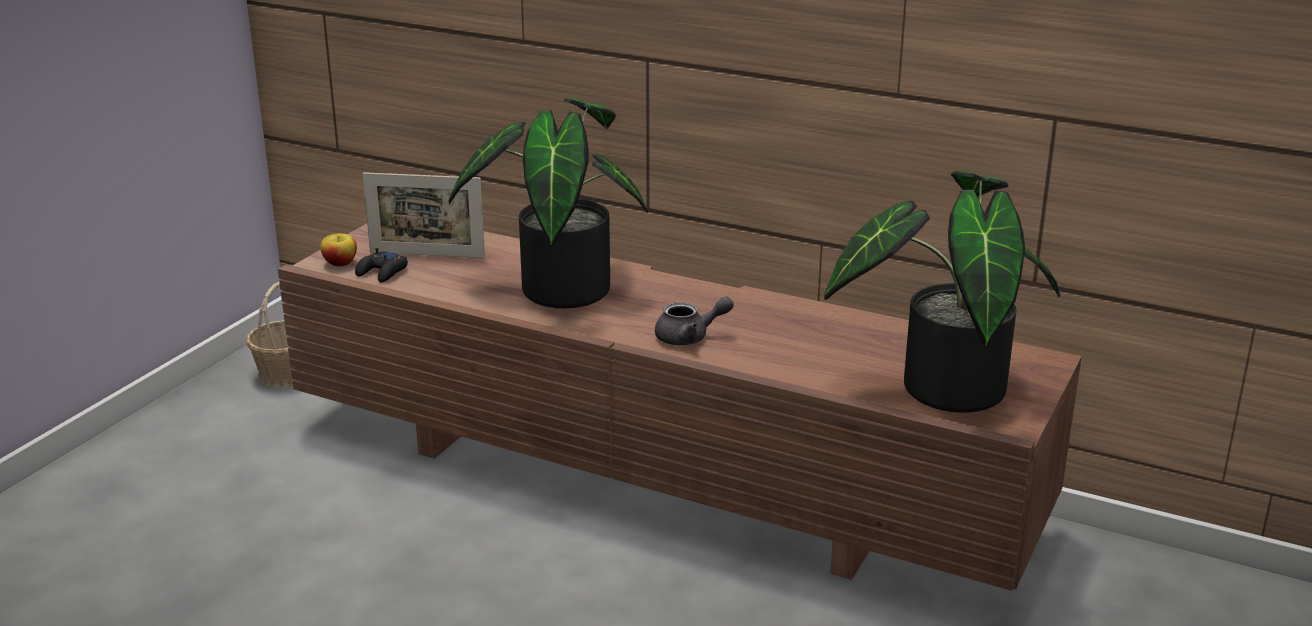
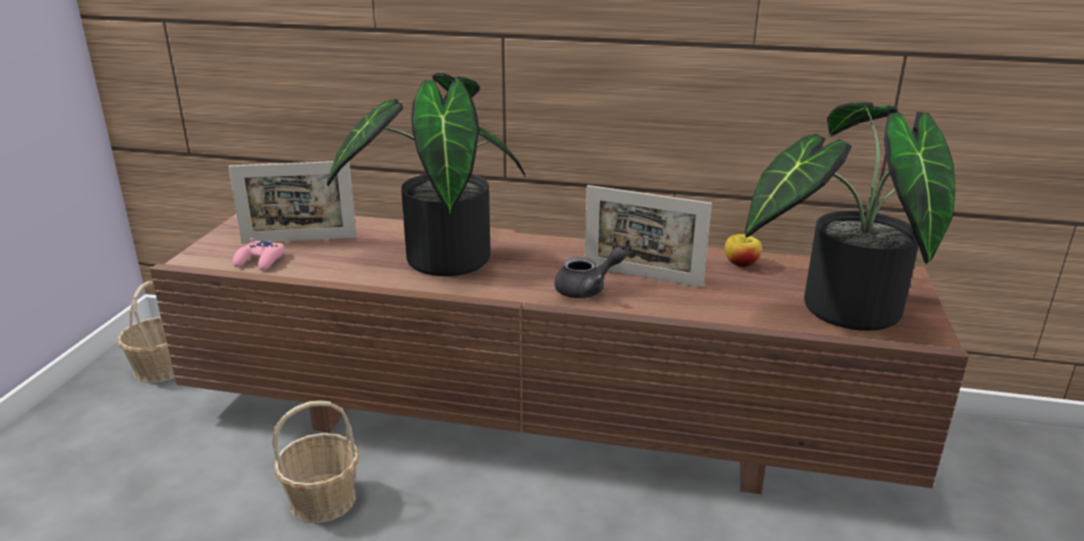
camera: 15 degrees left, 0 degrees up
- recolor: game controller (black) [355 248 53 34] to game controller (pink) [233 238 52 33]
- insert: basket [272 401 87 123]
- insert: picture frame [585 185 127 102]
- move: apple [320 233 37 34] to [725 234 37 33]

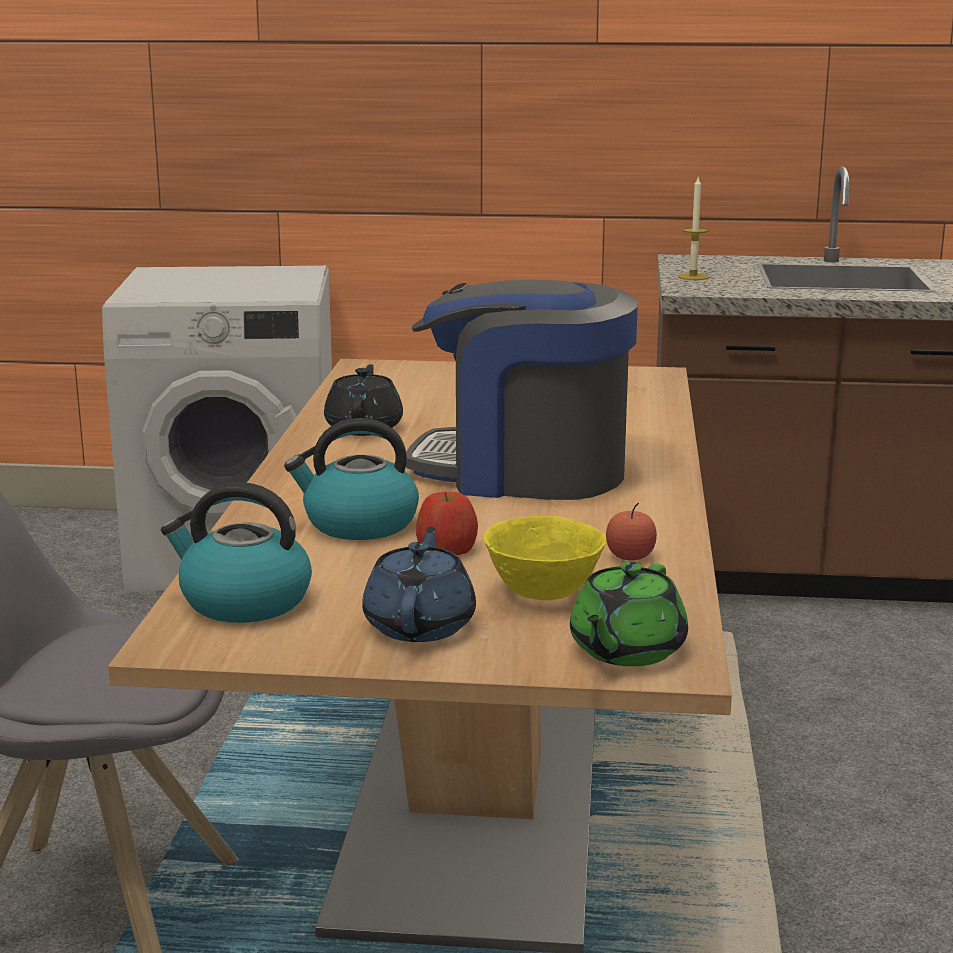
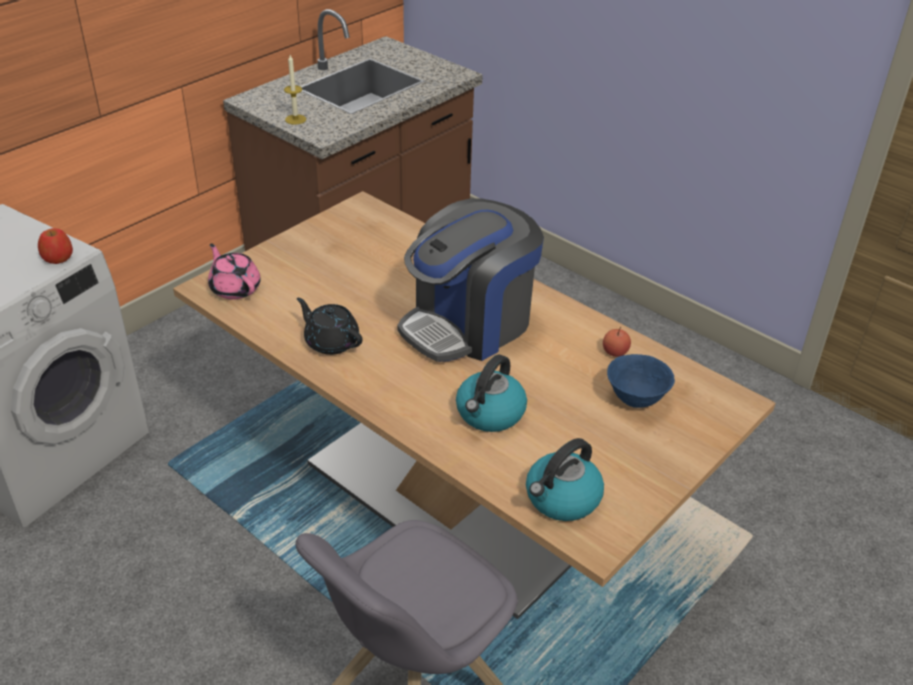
camera: 55 degrees left, 20 degrees up
- move: apple [416 492 62 63] to [38 228 35 36]
- insert: teapot (pink) [208 243 53 57]
- recolor: bowl (yellow) [483 516 123 84] to bowl (blue) [607 354 68 54]
- delete: teapot (blue) [362 527 114 115]
- delete: teapot (green) [570 562 118 104]

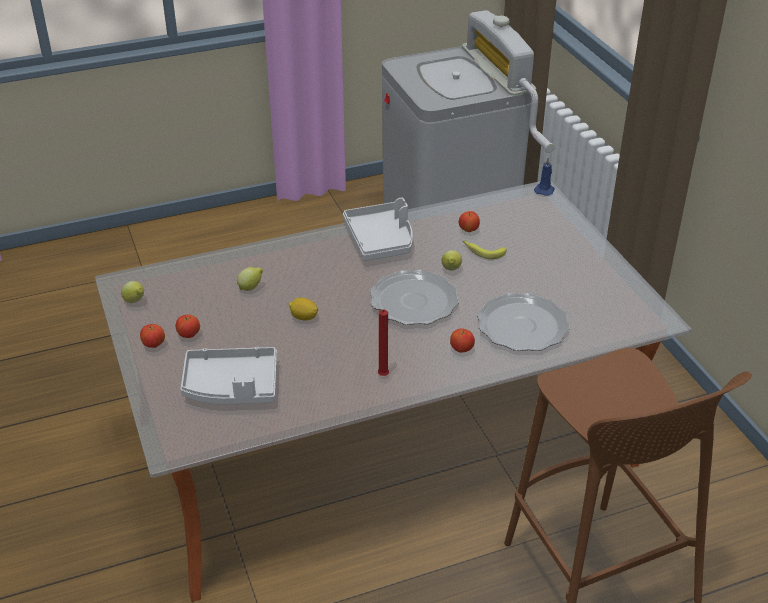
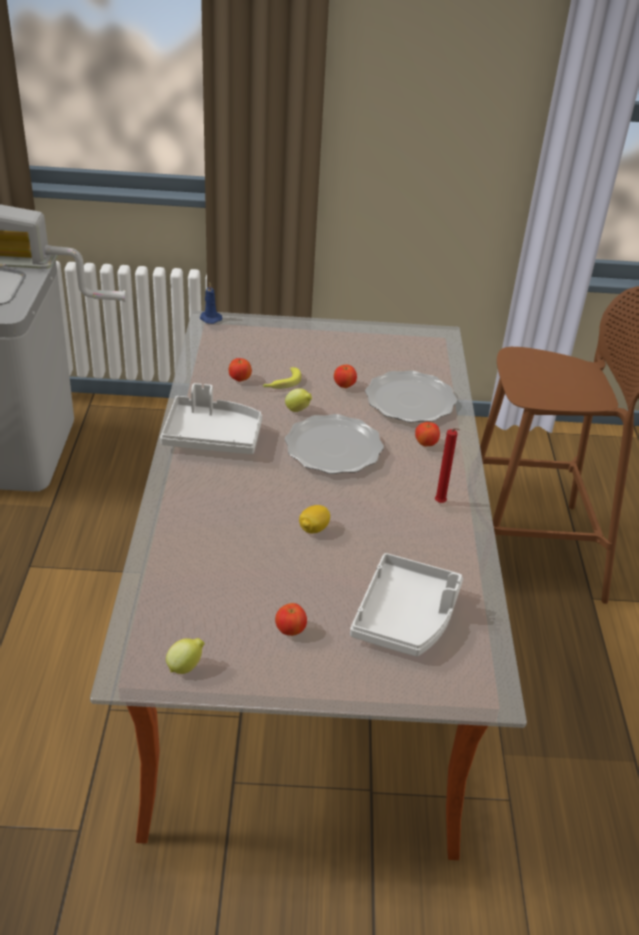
camera: 70 degrees left, 0 degrees up
- move: apple [140 324 25 24] to [334 365 23 23]
- delete: lemon [237 267 26 24]

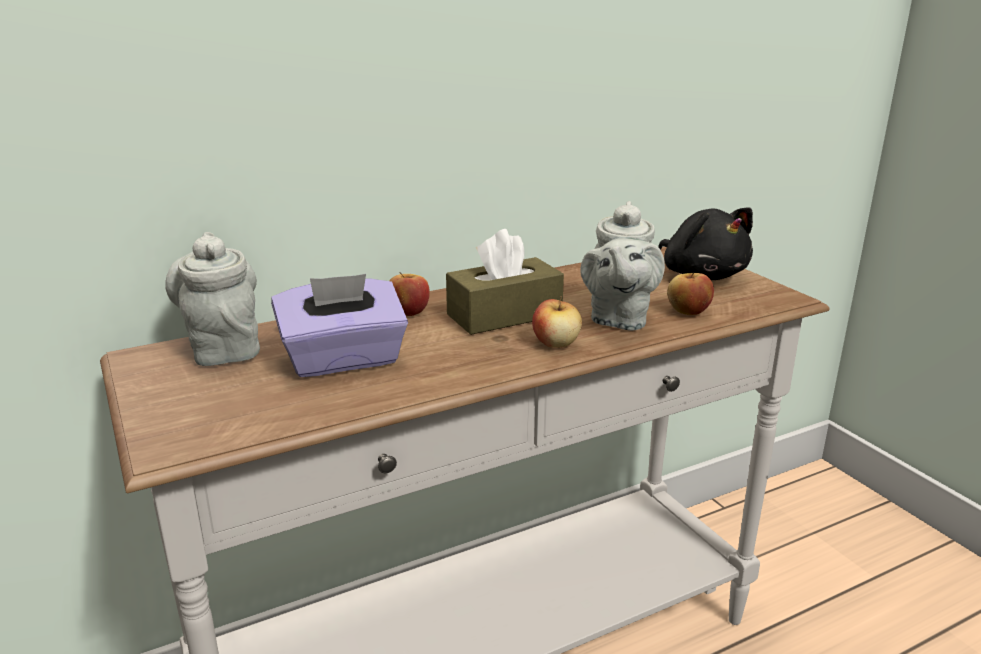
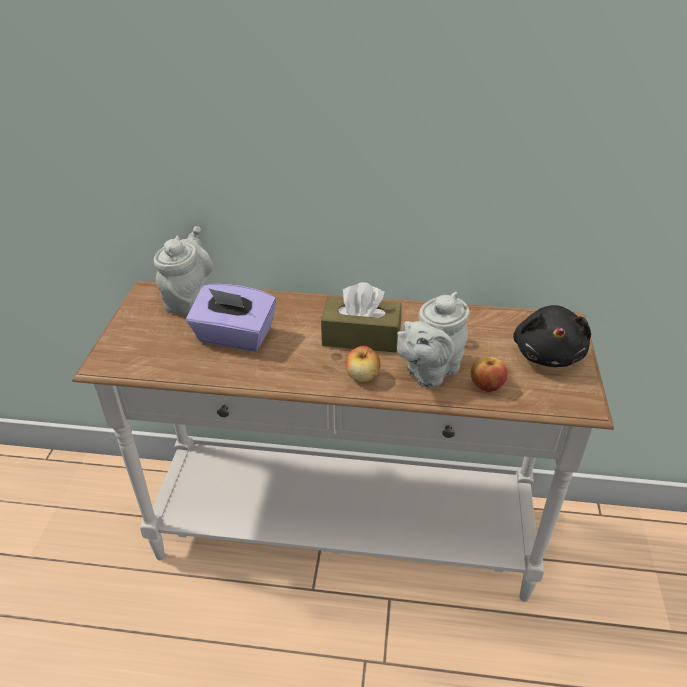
camera: 35 degrees right, 15 degrees up
- delete: apple [389 272 41 44]

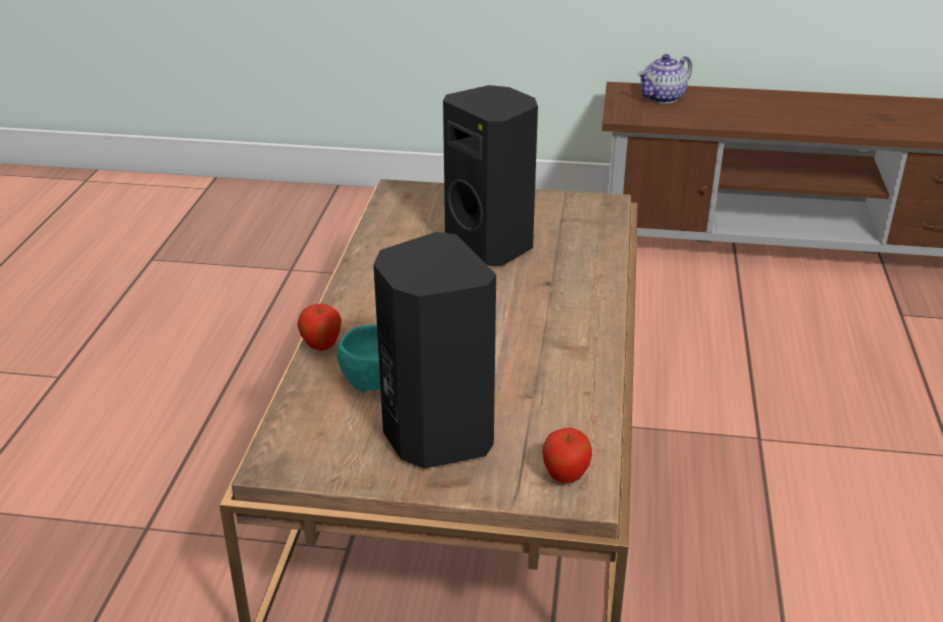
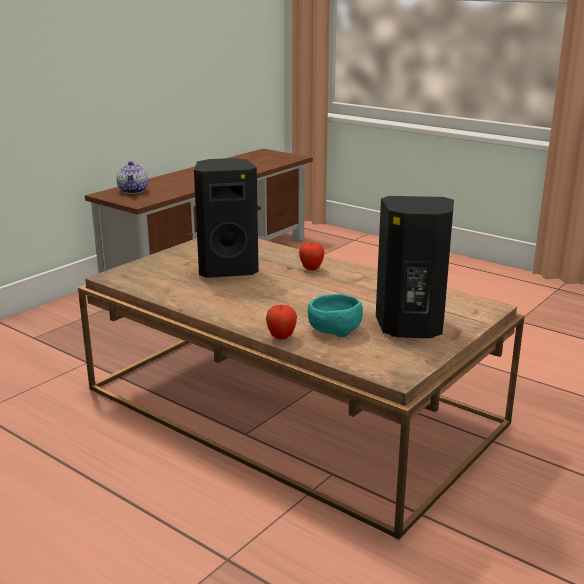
camera: 60 degrees left, 10 degrees down
- move: apple [542 428 50 56] to [299 242 26 29]

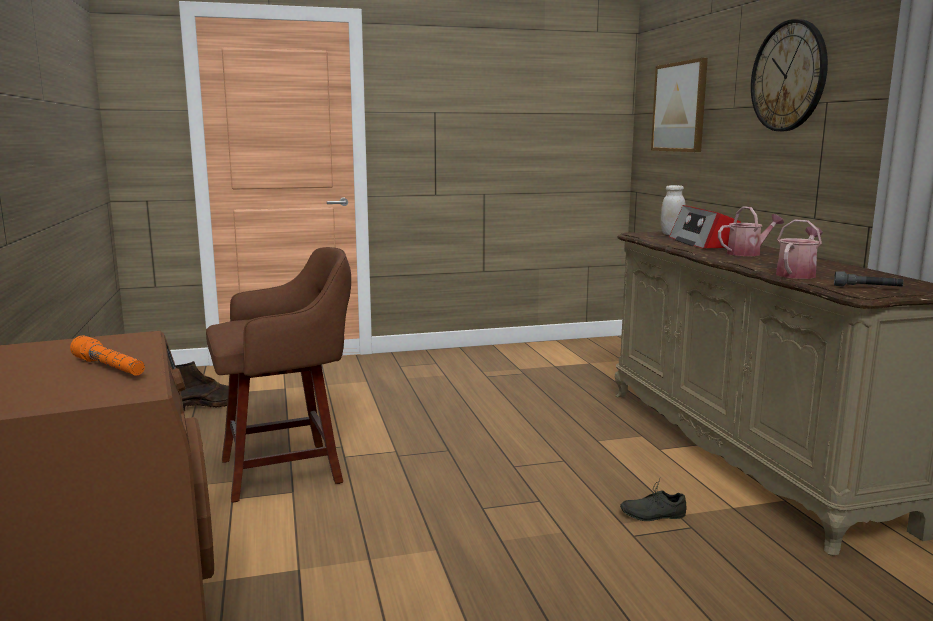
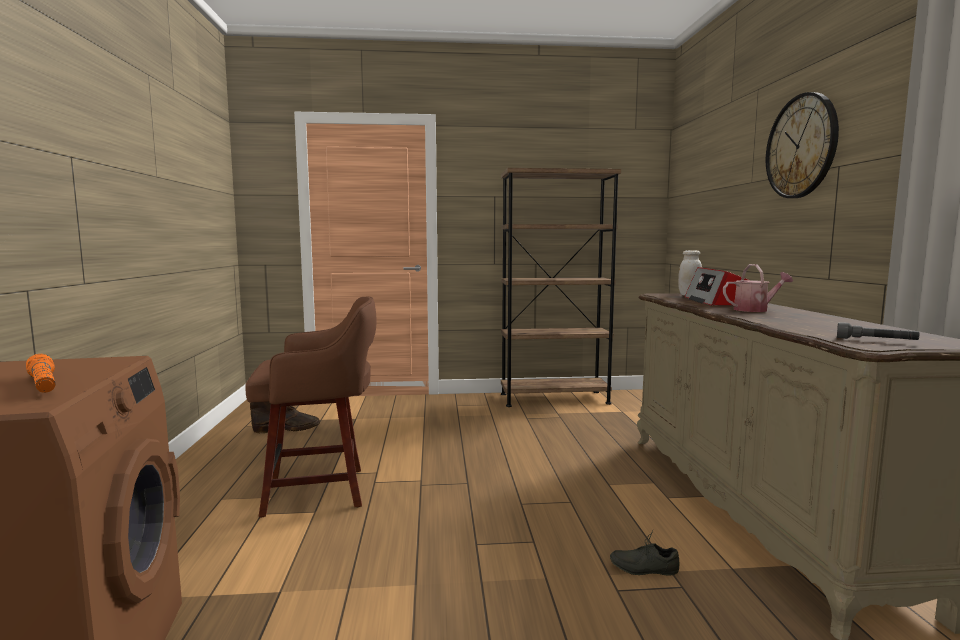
camera: 10 degrees right, 5 degrees down
- insert: bookcase (brown) [501 168 120 239]
- delete: picture [651 58 57 94]
- delete: watering can [776 219 47 60]

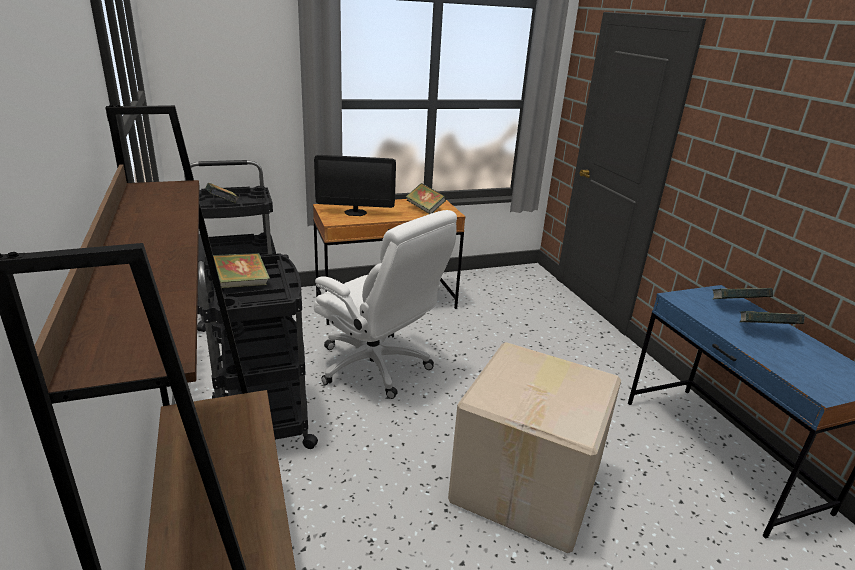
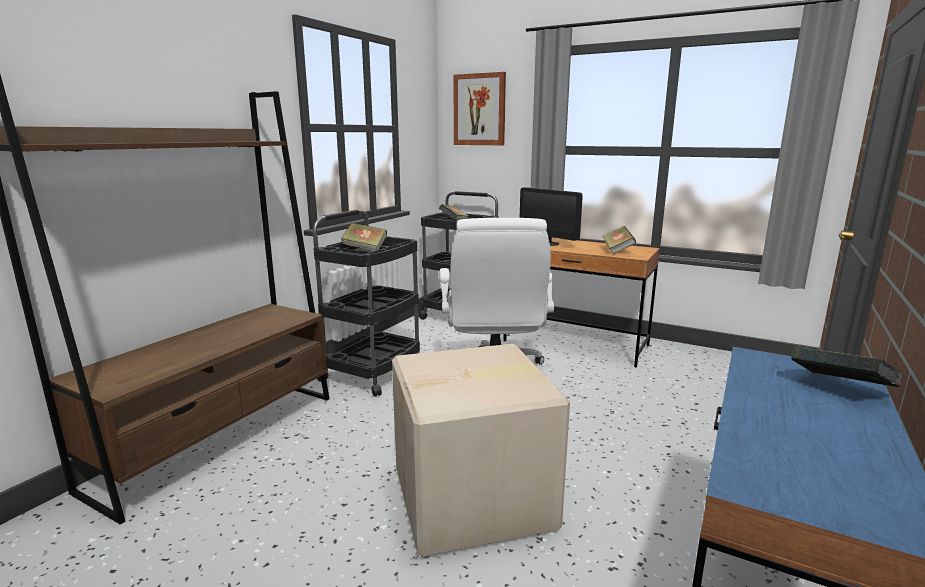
camera: 50 degrees right, 10 degrees down
- insert: picture [453 72 53 73]
- delete: book [740 311 65 13]

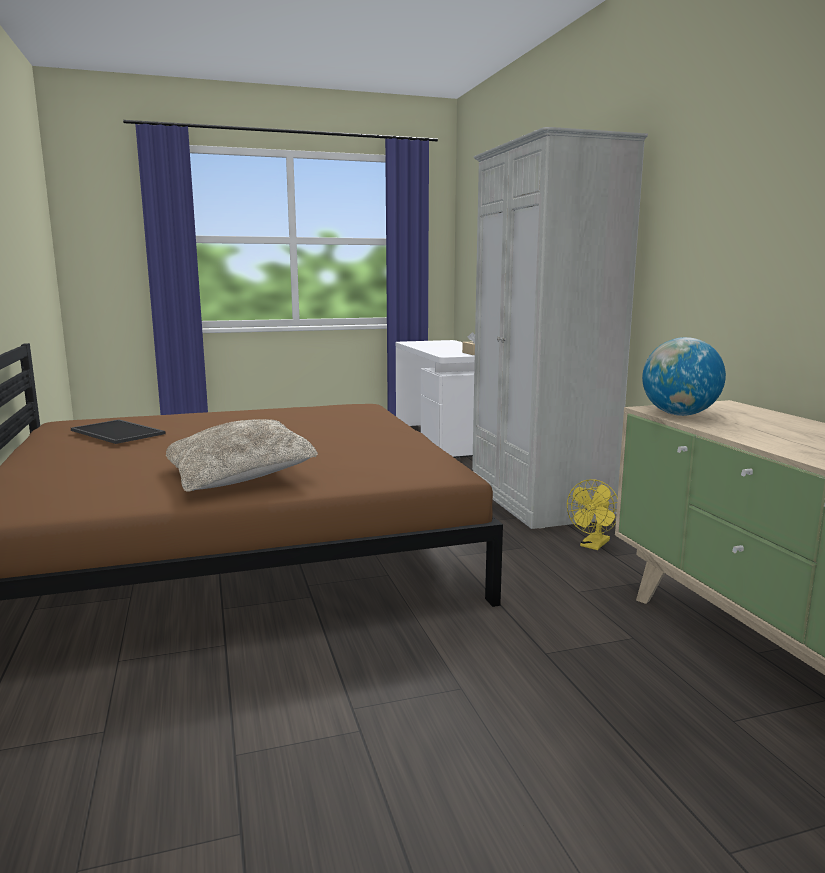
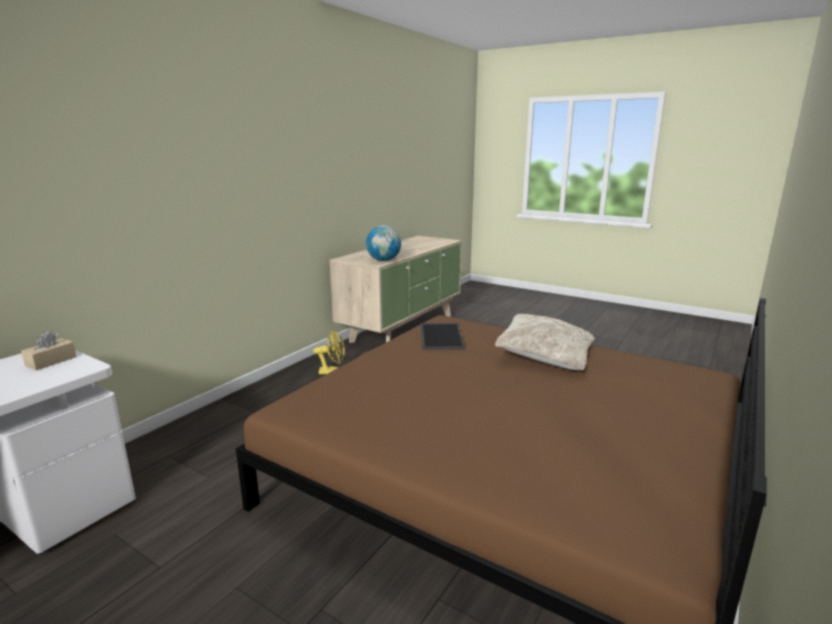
camera: 130 degrees left, 5 degrees up
- move: tray [71 419 95 25] to [421 323 44 27]
- delete: wardrobe (white) [472 127 176 402]

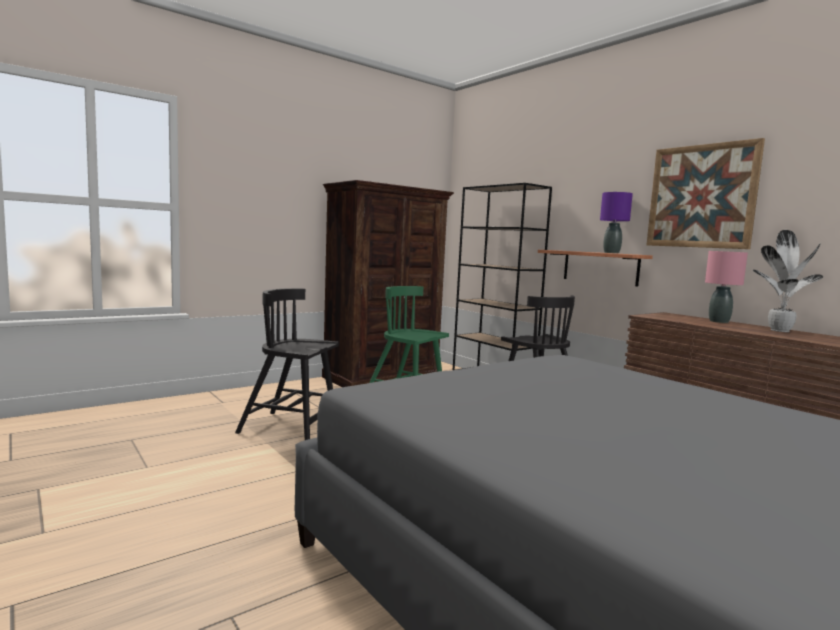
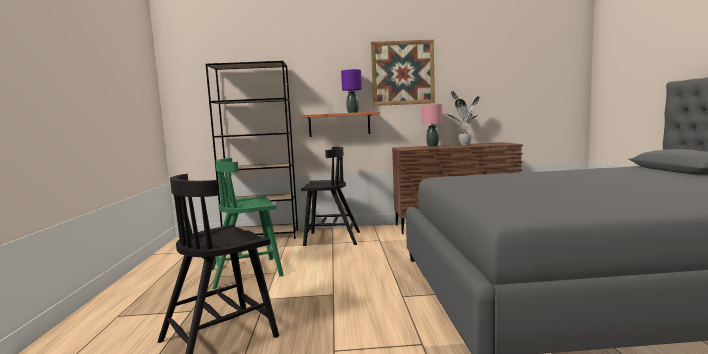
camera: 55 degrees left, 0 degrees up
- delete: wardrobe (brown) [322 180 132 207]

